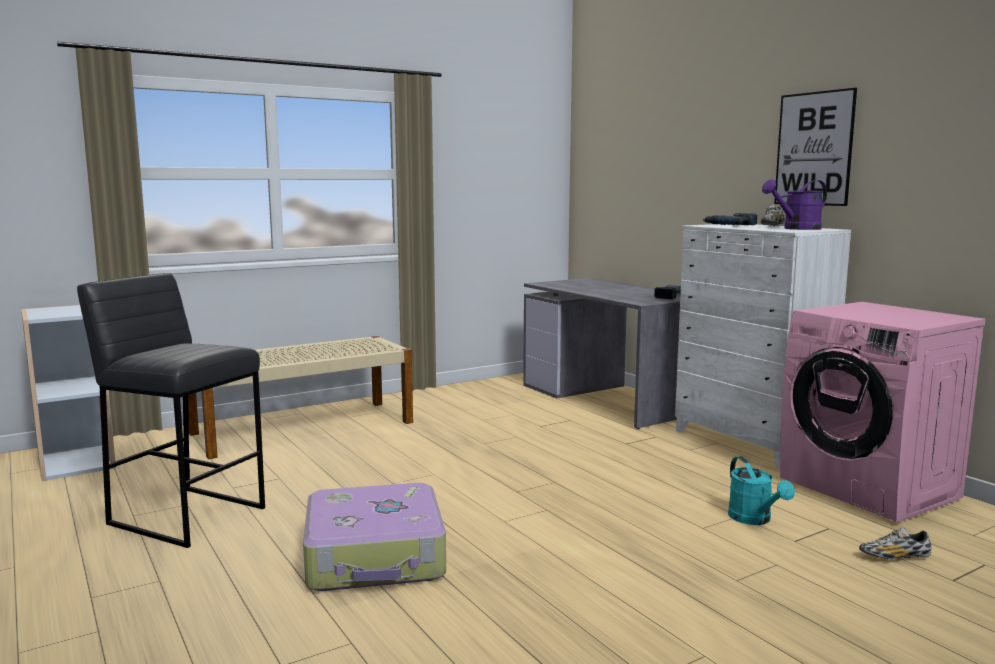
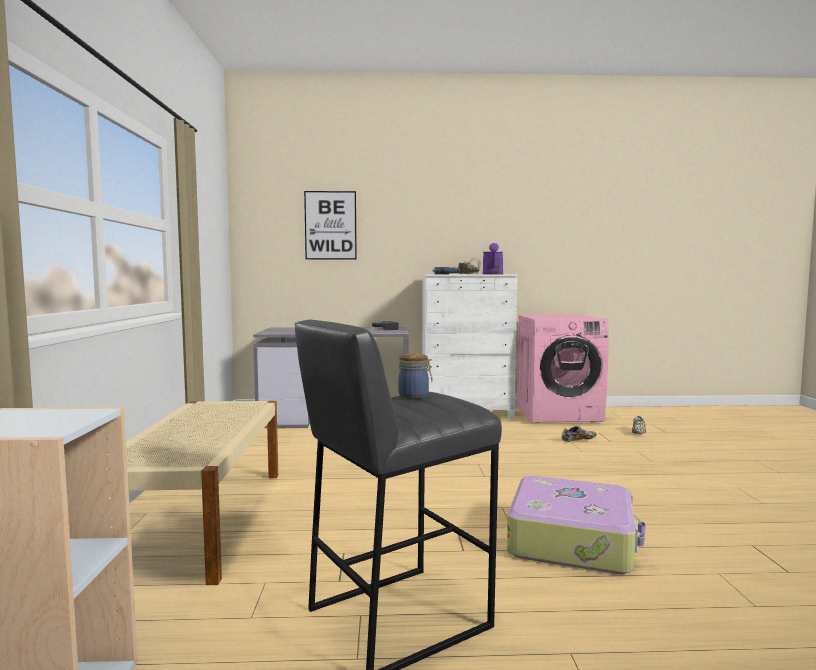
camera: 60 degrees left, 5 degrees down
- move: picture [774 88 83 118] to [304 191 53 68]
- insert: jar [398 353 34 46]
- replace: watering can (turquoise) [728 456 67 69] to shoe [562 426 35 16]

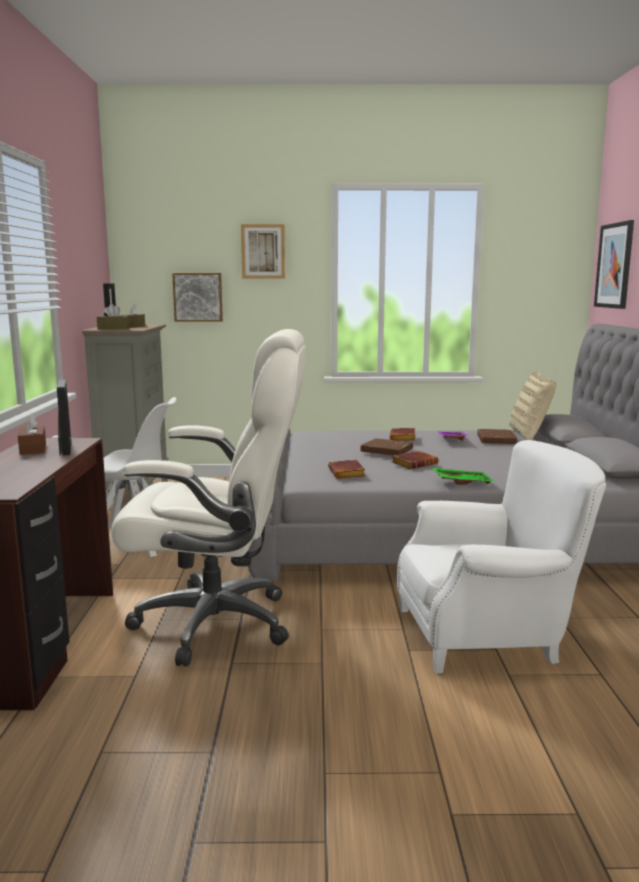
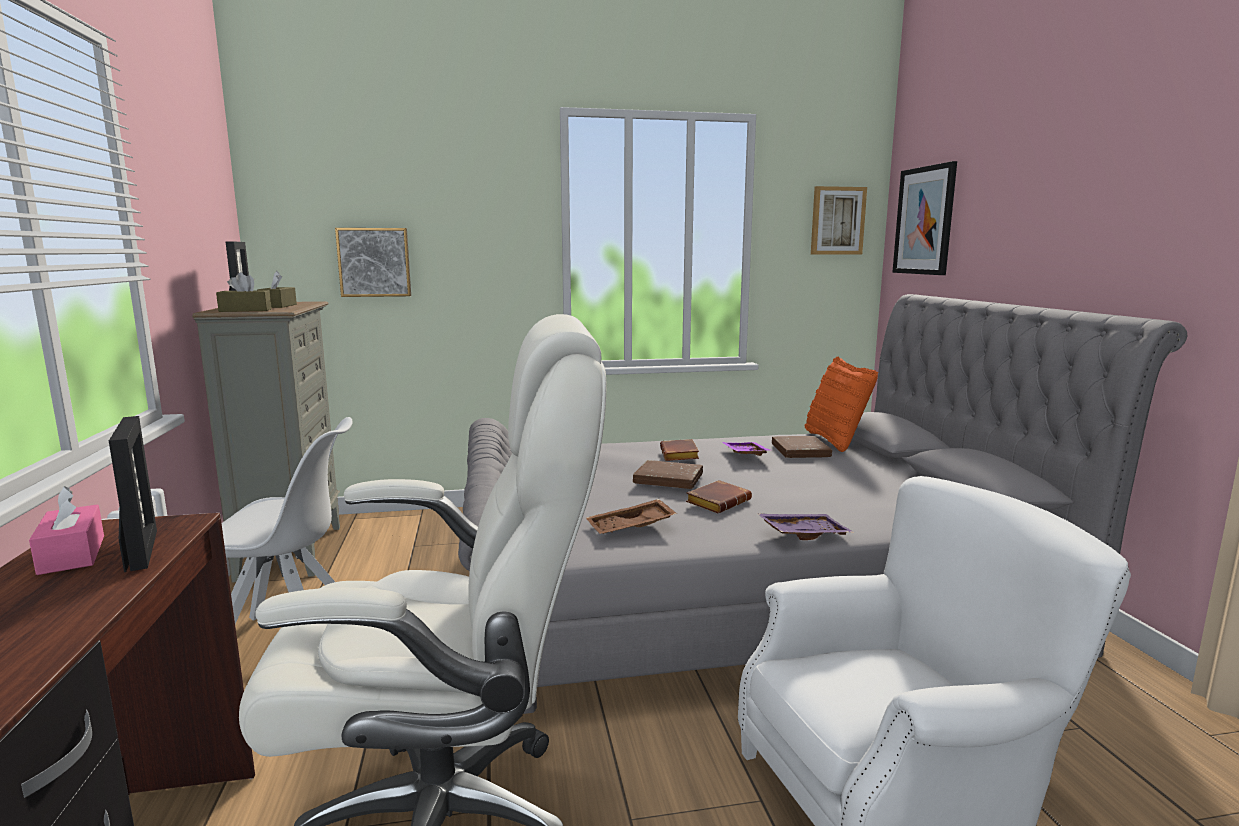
camera: 10 degrees left, 0 degrees up
- recolor: tissue box (brown) [18 413 28 42] to tissue box (pink) [29 486 75 89]
- replace: book (brown) [328 459 38 20] to tray (brown) [586 499 91 35]
- recolor: tray (green) [432 468 63 17] to tray (purple) [757 513 97 27]
- recolor: pillow (beige) [509 371 48 69] to pillow (orange) [805 357 73 95]
- move: picture [241 224 44 55] to [811 186 56 69]

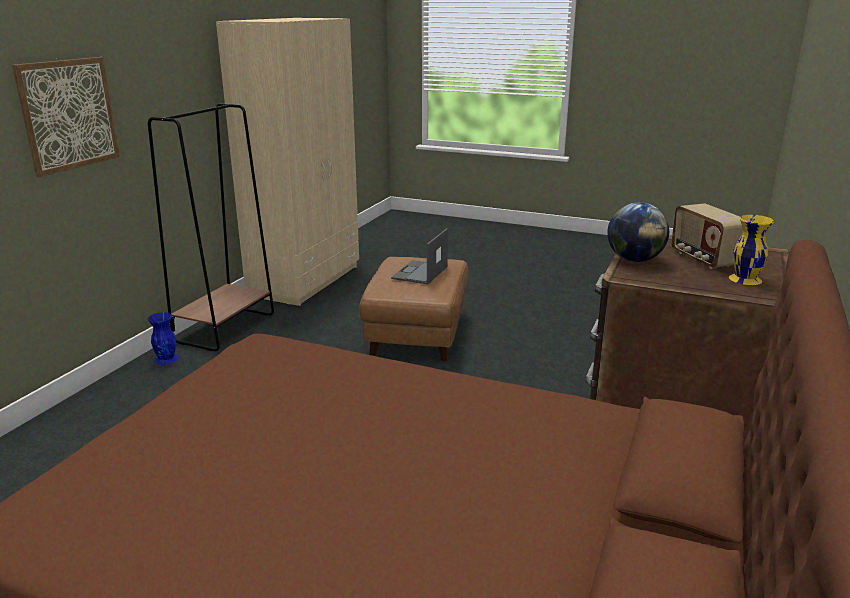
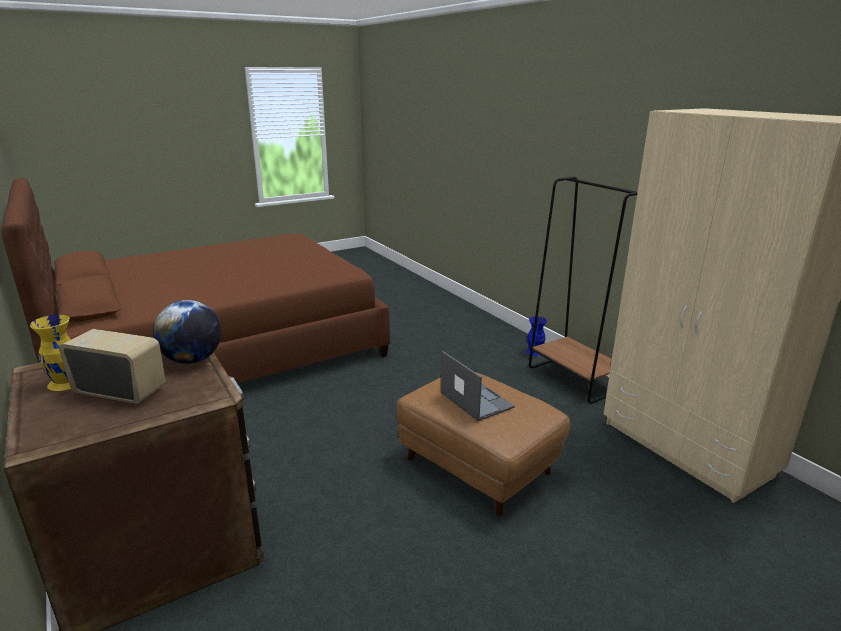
camera: 125 degrees right, 0 degrees up
- delete: picture [12 57 108 121]

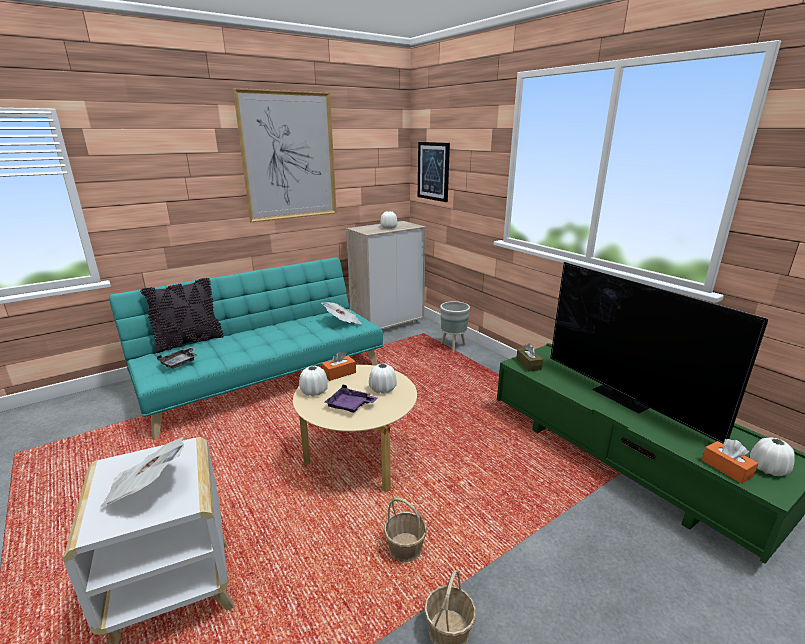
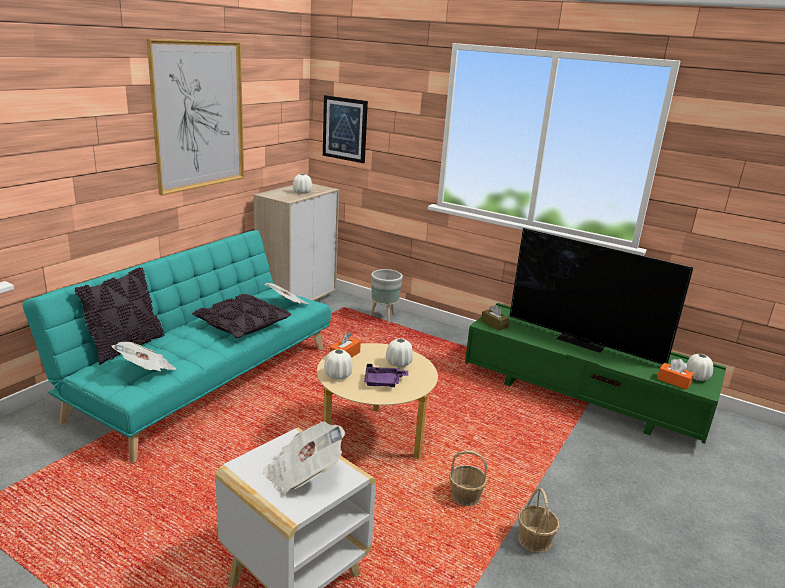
camera: 25 degrees left, 0 degrees up
- replace: tray (grey) [157 347 40 22] to newspaper [112 342 64 29]
- insert: pillow (black) [192 294 99 44]

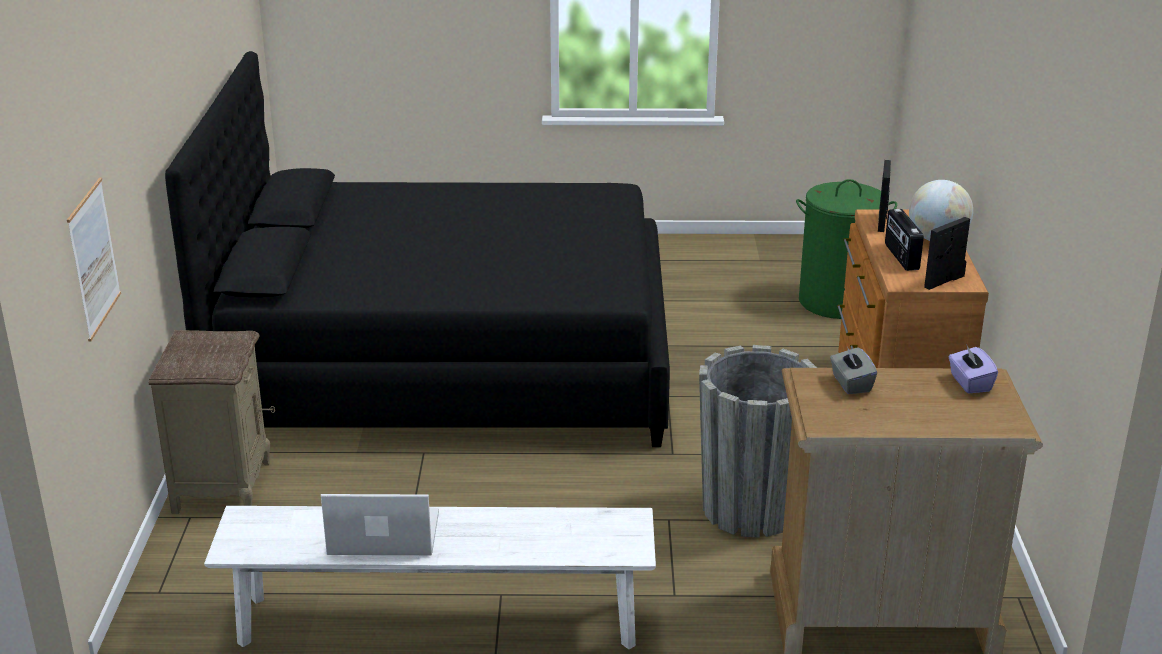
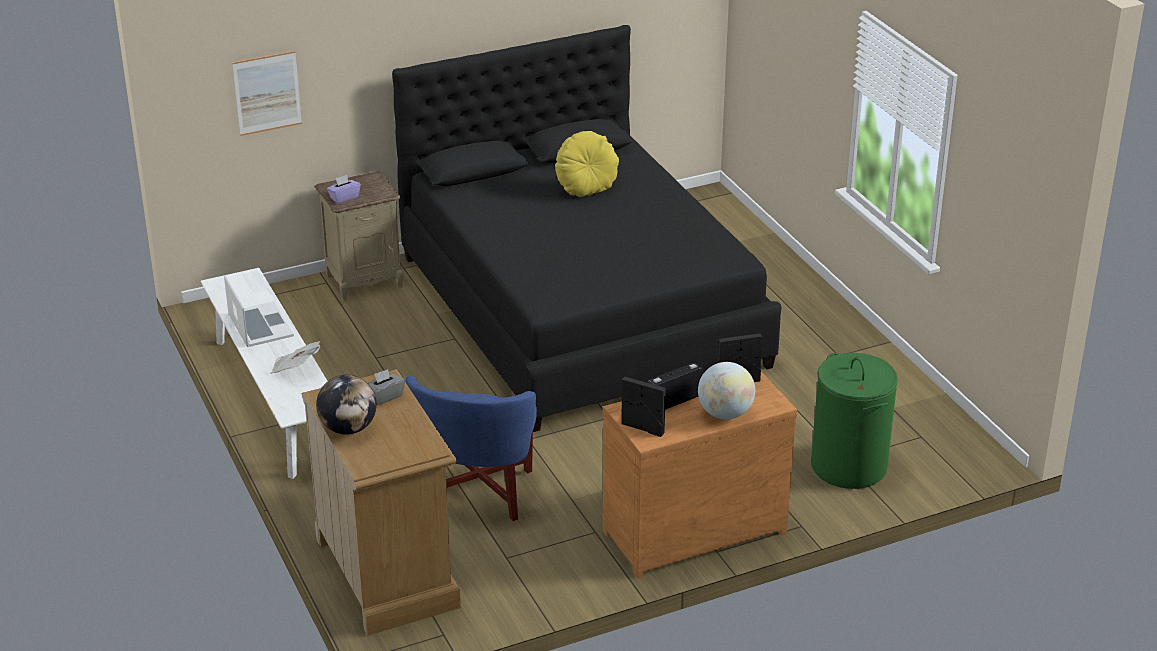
camera: 65 degrees right, 5 degrees up
- insert: newspaper [270 341 51 33]
- insert: globe [316 375 61 59]
- move: tissue box (purple) [949 344 49 50] to [327 175 34 29]
- replace: planter (grey) [699 345 118 193] to armchair (blue) [406 376 131 145]
- insert: pillow (yellow) [555 131 64 66]

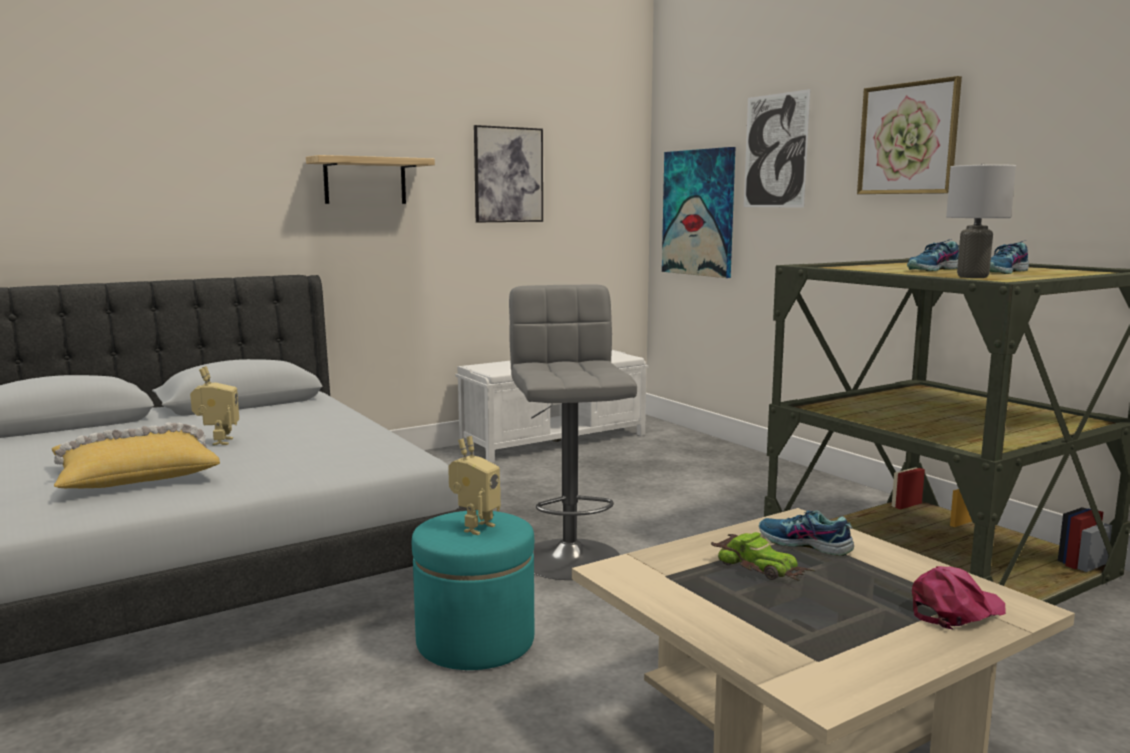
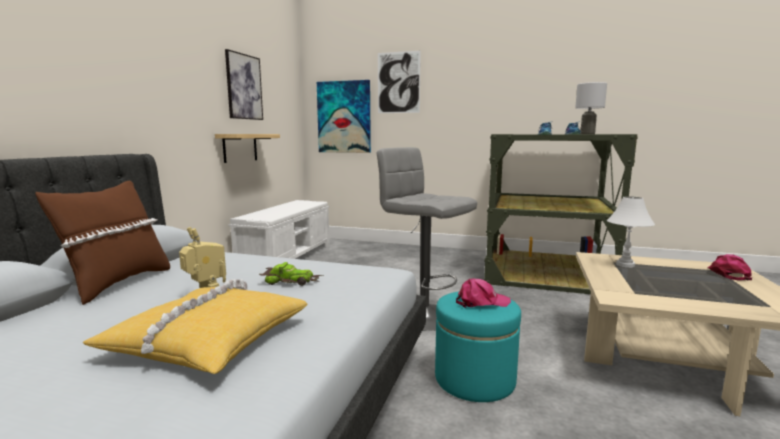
camera: 40 degrees left, 0 degrees up
- insert: pillow (brown) [35 181 135 124]
- move: shelf [306 155 129 49] to [215 134 65 29]
- move: toy car [711 532 103 49] to [259 262 64 24]
- replace: toy robot [448 436 53 99] to cap (pink) [456 279 55 29]
- replace: shoe [759 510 95 46] to table lamp (white) [607 196 48 72]
- delete: picture [857 76 105 118]

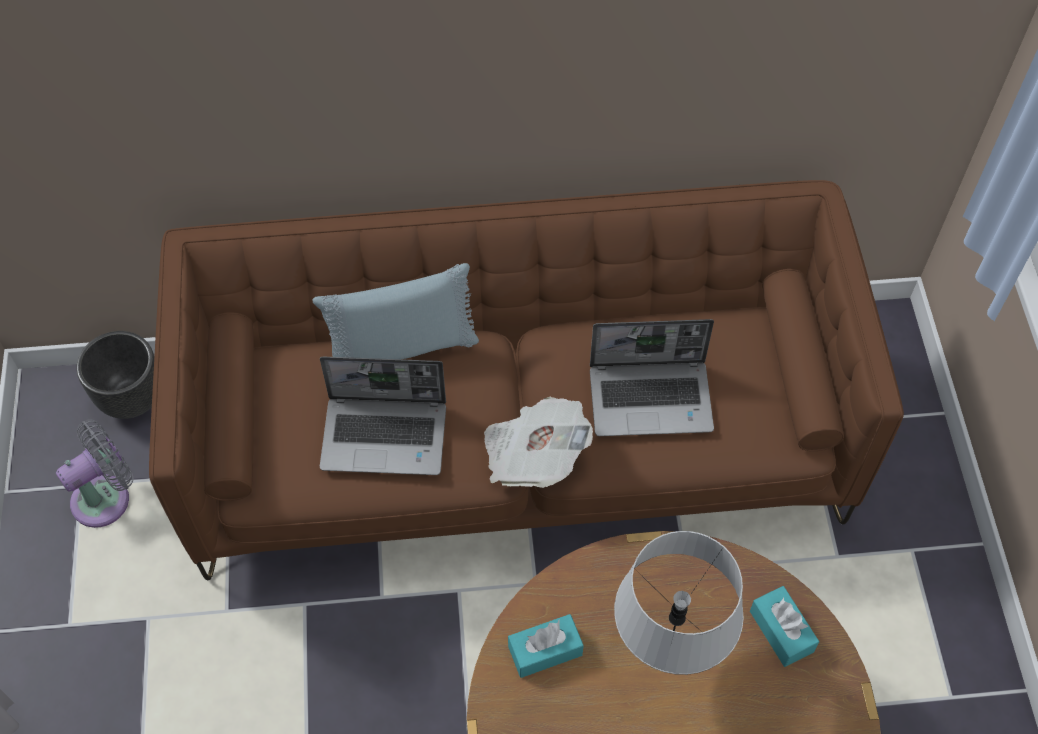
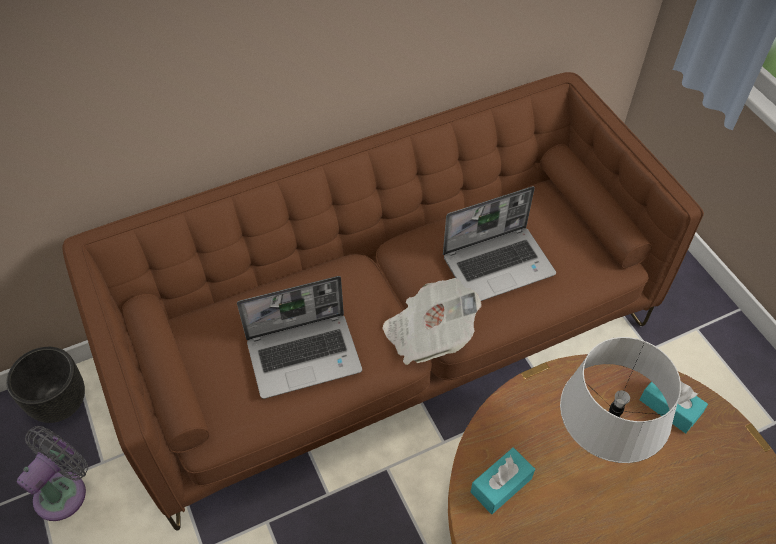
camera: 20 degrees left, 5 degrees down
- delete: pillow (blue) [312 263 167 96]

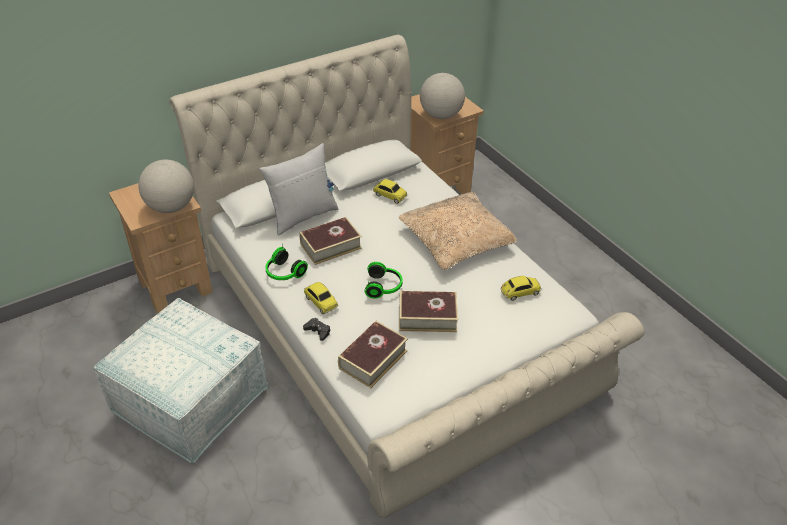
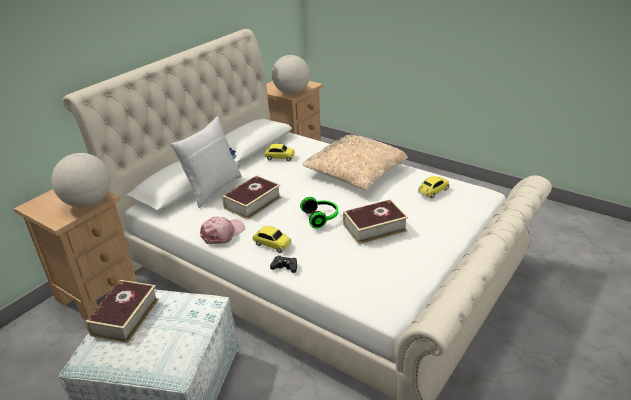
camera: 20 degrees left, 10 degrees down
- move: book [338 321 70 67] to [85 280 74 63]
- replace: headphones [265 244 43 36] to cap (pink) [200 216 45 28]

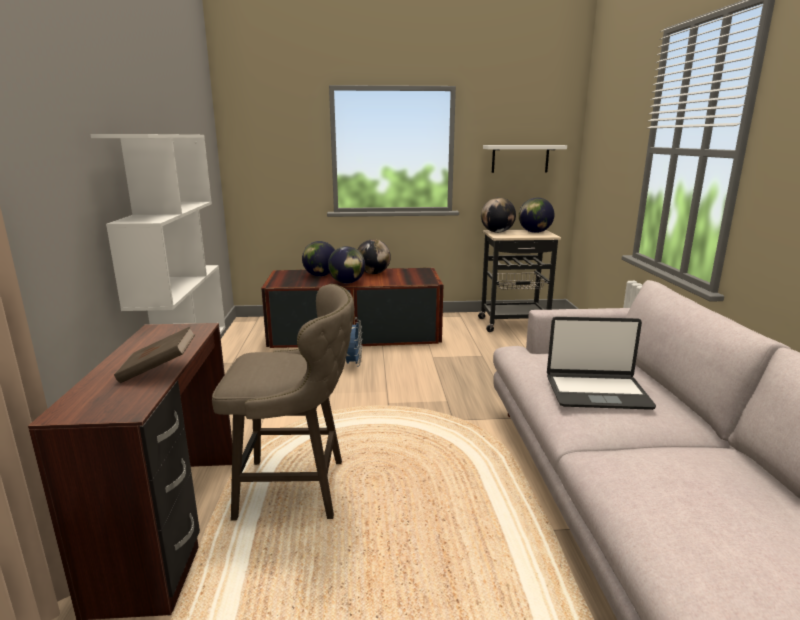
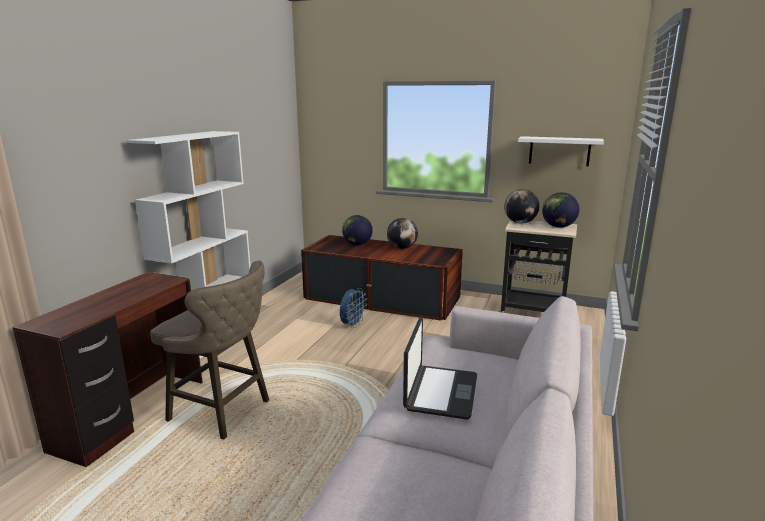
camera: 25 degrees right, 0 degrees up
- rotate: laptop [547 317 109 93] = [403 316 74 103] 105 degrees counterclockwise
- delete: book (brown) [114 327 81 56]
- delete: globe [328 246 37 38]

